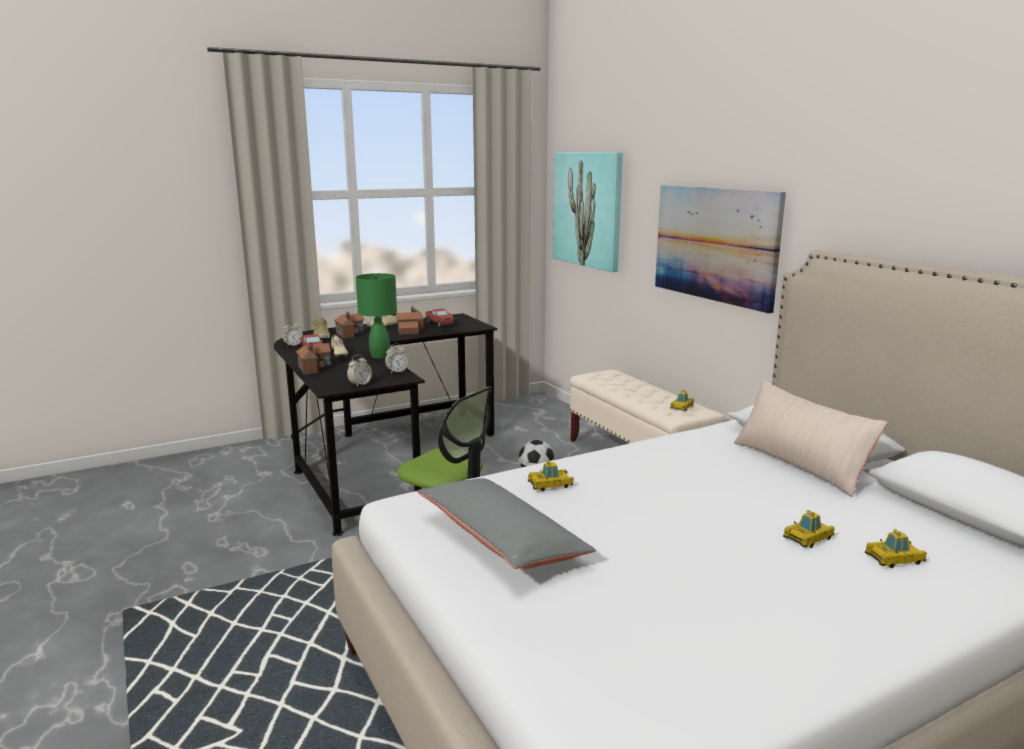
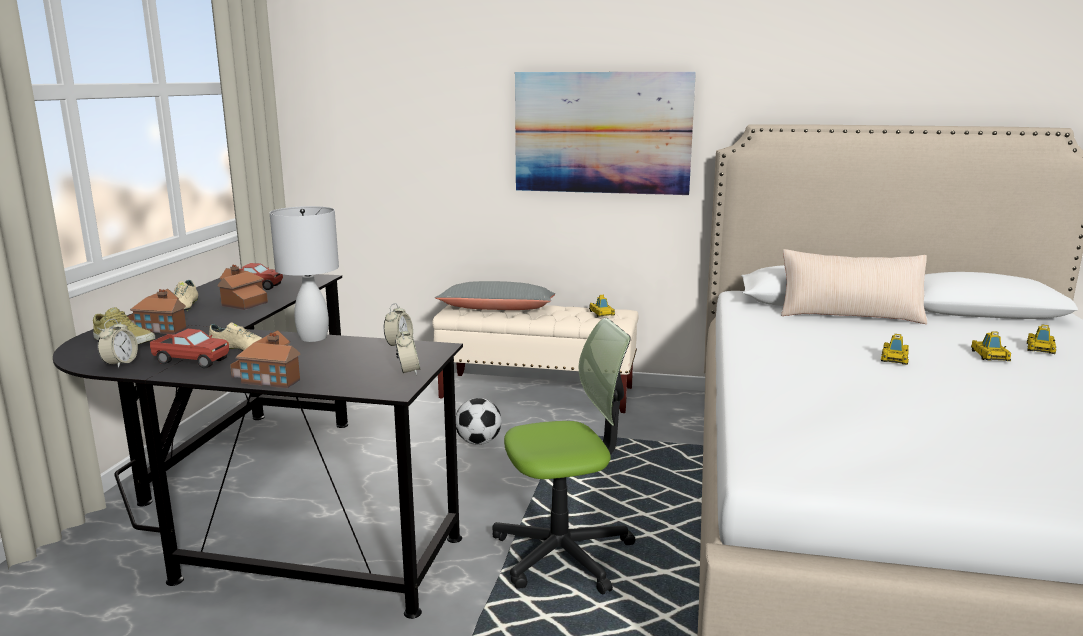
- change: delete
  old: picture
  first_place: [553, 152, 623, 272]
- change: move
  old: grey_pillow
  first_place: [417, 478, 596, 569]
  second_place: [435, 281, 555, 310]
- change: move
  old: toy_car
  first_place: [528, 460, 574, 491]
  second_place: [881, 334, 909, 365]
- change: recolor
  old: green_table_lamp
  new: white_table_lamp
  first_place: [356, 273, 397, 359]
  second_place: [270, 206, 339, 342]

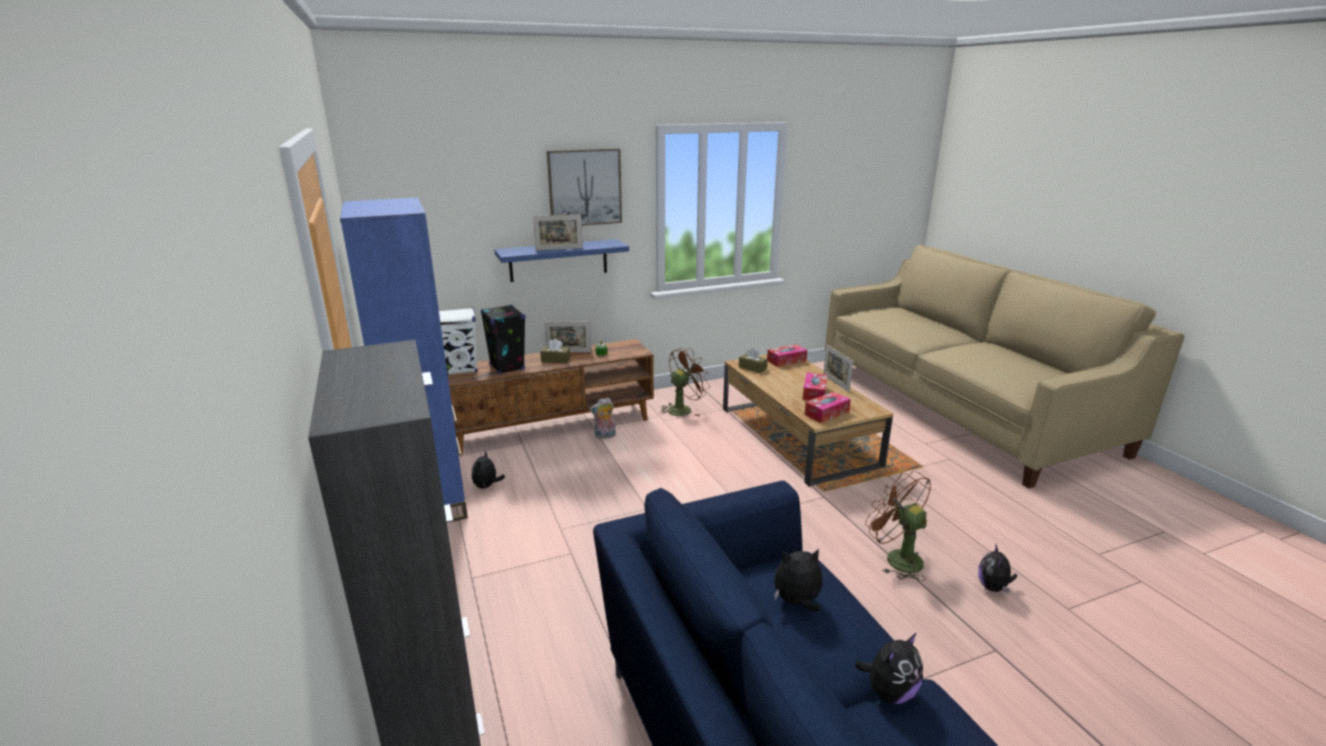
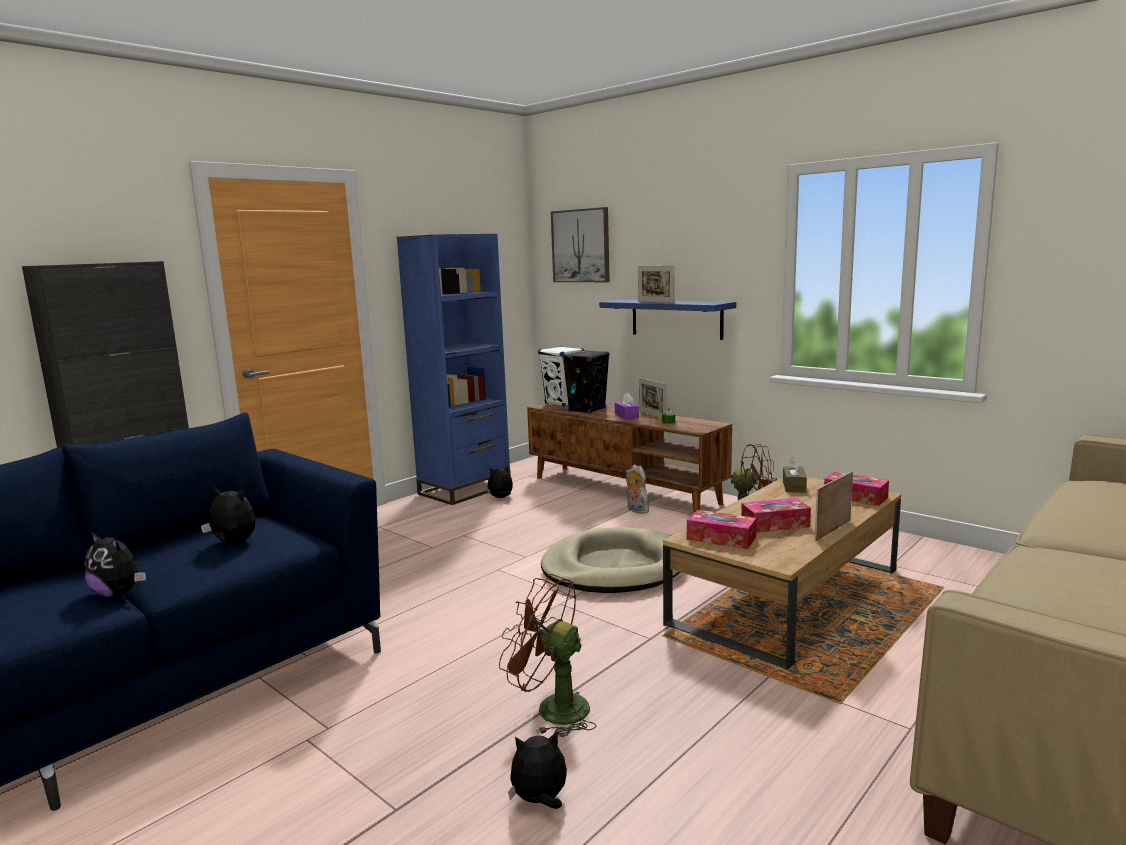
- change: insert
  new: beige_dog_bed
  second_place: [541, 527, 680, 593]
- change: move
  old: picture
  first_place: [547, 148, 622, 226]
  second_place: [551, 207, 610, 282]
- change: recolor
  old: brown_tissue_box
  new: purple_tissue_box
  first_place: [540, 339, 570, 363]
  second_place: [615, 392, 639, 419]
- change: rotate
  old: plush_toy
  first_place: [774, 549, 823, 612]
  second_place: [201, 486, 255, 543]
  degrees: -45
- change: rotate
  old: brown_fan
  first_place: [865, 471, 931, 581]
  second_place: [499, 574, 596, 737]
  degrees: -90

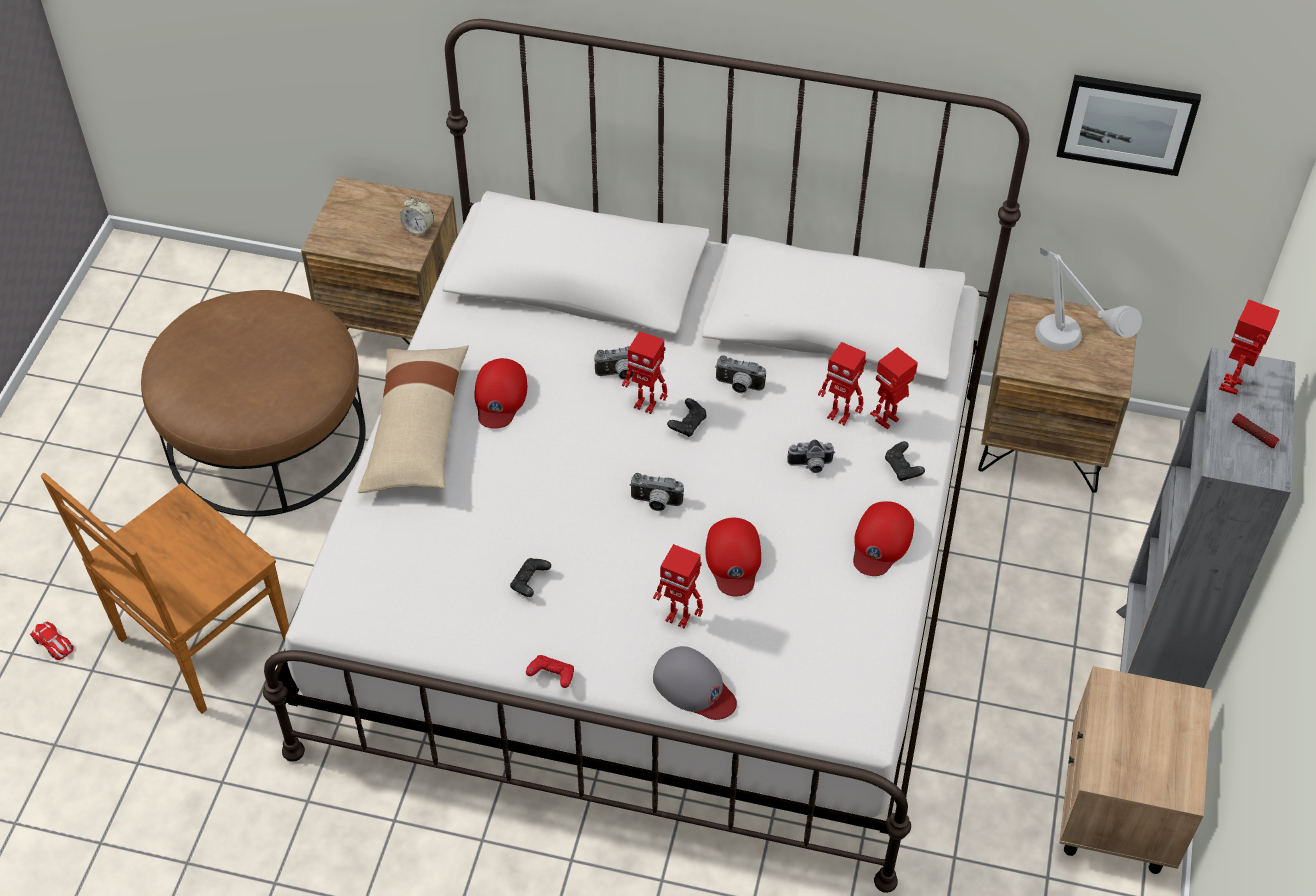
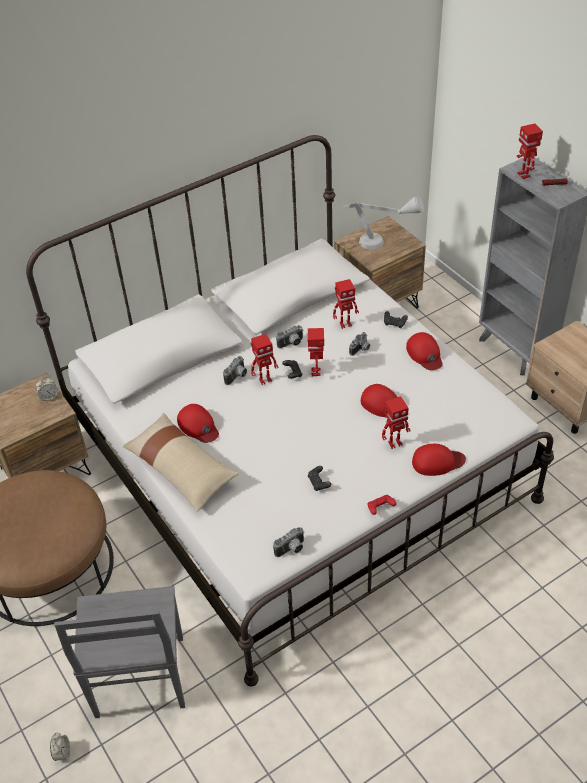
- change: delete
  old: picture
  first_place: [1056, 75, 1201, 176]
- change: move
  old: photo_camera
  first_place: [630, 473, 684, 511]
  second_place: [273, 527, 304, 557]
- change: move
  old: toy_robot
  first_place: [870, 347, 918, 429]
  second_place: [307, 328, 324, 377]
- change: replace
  old: toy_car
  new: alarm_clock
  first_place: [30, 621, 74, 660]
  second_place: [50, 733, 70, 761]
- change: recolor
  old: brown_chair
  new: grey_chair
  first_place: [41, 473, 289, 714]
  second_place: [54, 586, 185, 718]
- change: recolor
  old: grey_cap
  new: red_cap
  first_place: [653, 646, 737, 720]
  second_place: [412, 444, 466, 476]

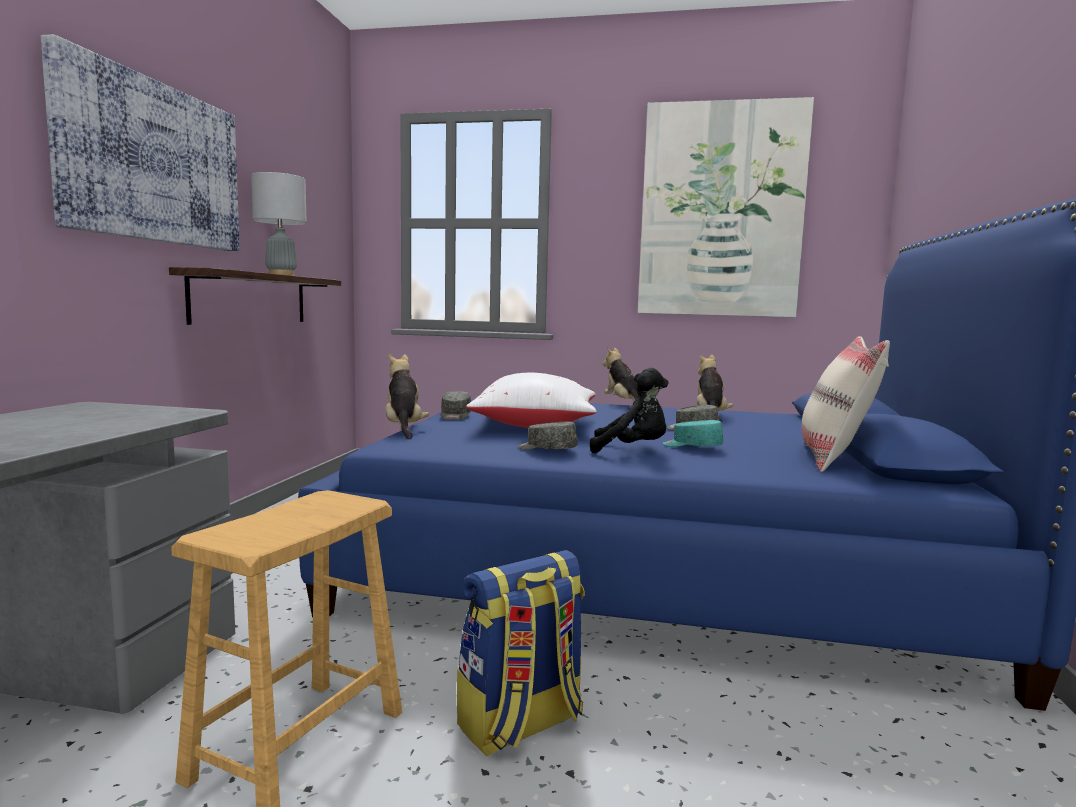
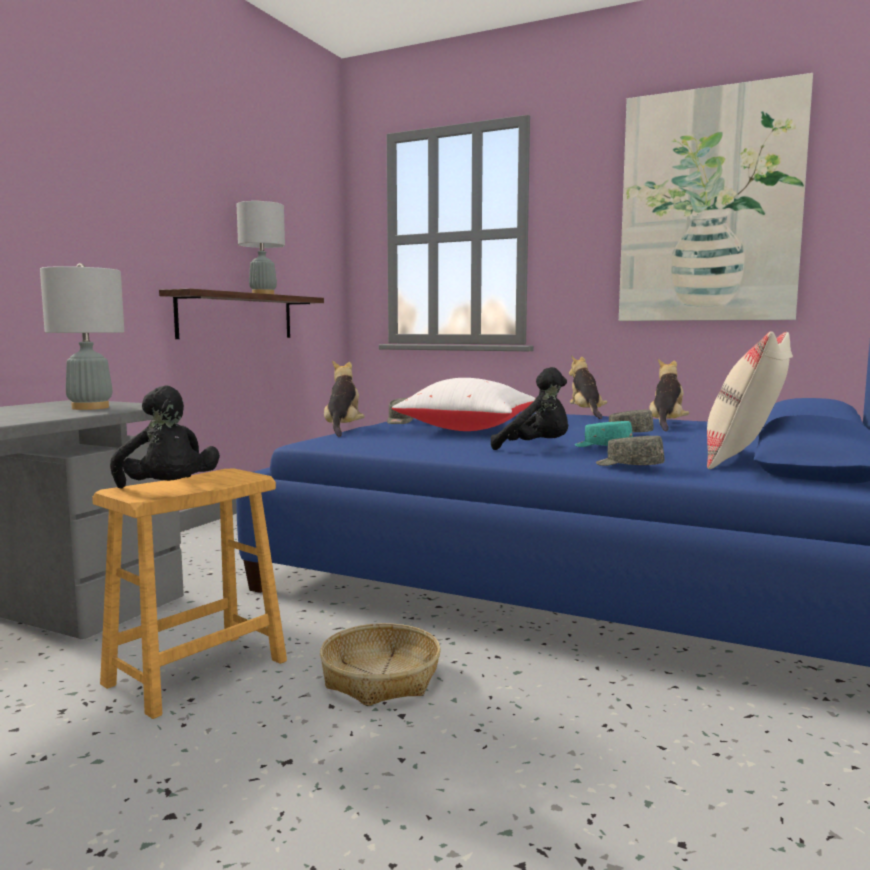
- change: delete
  old: picture
  first_place: [41, 34, 240, 251]
- change: insert
  new: grey_table_lamp
  second_place: [40, 263, 124, 410]
- change: insert
  new: black_plush_toy
  second_place: [110, 386, 220, 488]
- change: move
  old: grey_cap
  first_place: [518, 422, 578, 450]
  second_place: [596, 436, 664, 466]
- change: replace
  old: backpack
  new: basket
  first_place: [457, 550, 584, 756]
  second_place: [320, 623, 441, 706]

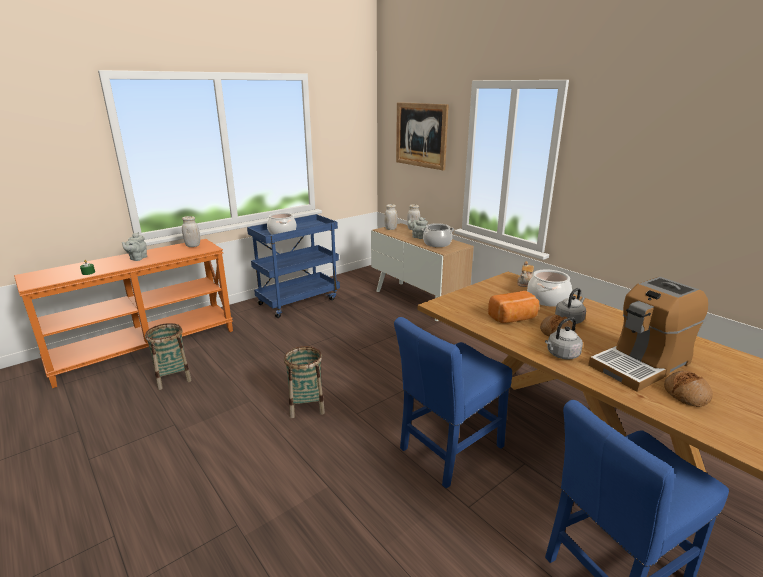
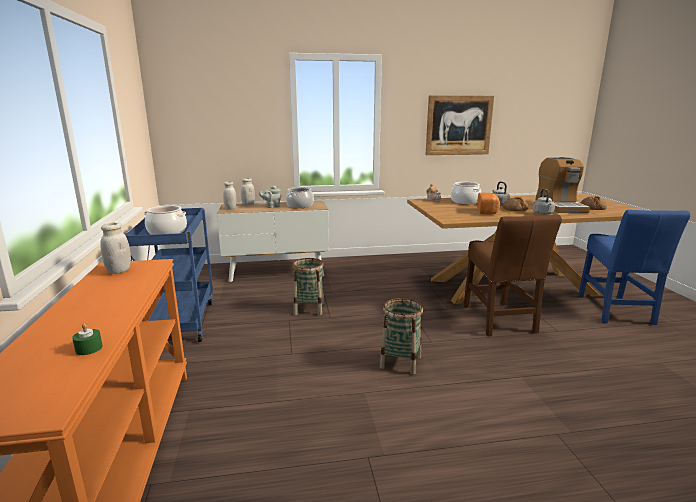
- change: delete
  old: grey_teapot
  first_place: [122, 232, 147, 261]
- change: move
  old: basket
  first_place: [145, 323, 192, 390]
  second_place: [292, 258, 324, 315]
- change: move
  old: picture
  first_place: [396, 102, 449, 171]
  second_place: [426, 95, 494, 155]
- change: recolor
  old: blue_chair
  new: brown_chair
  first_place: [394, 317, 512, 488]
  second_place: [464, 215, 562, 336]

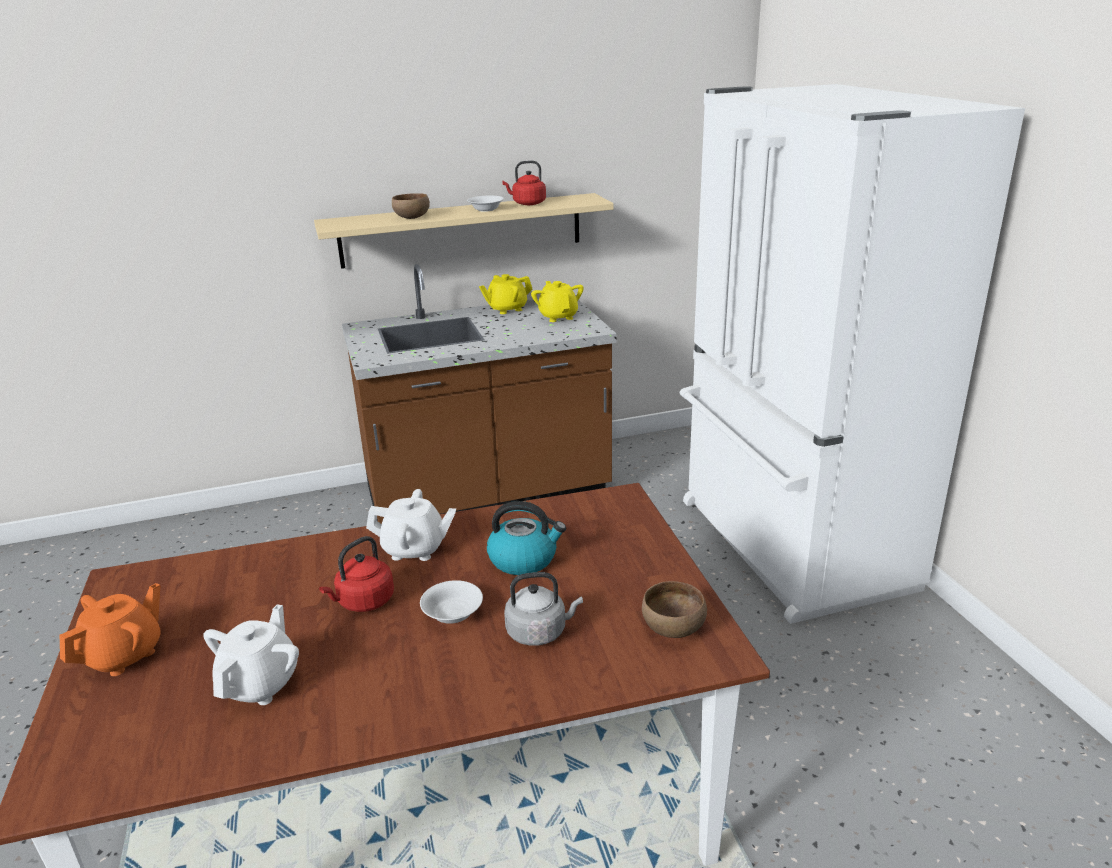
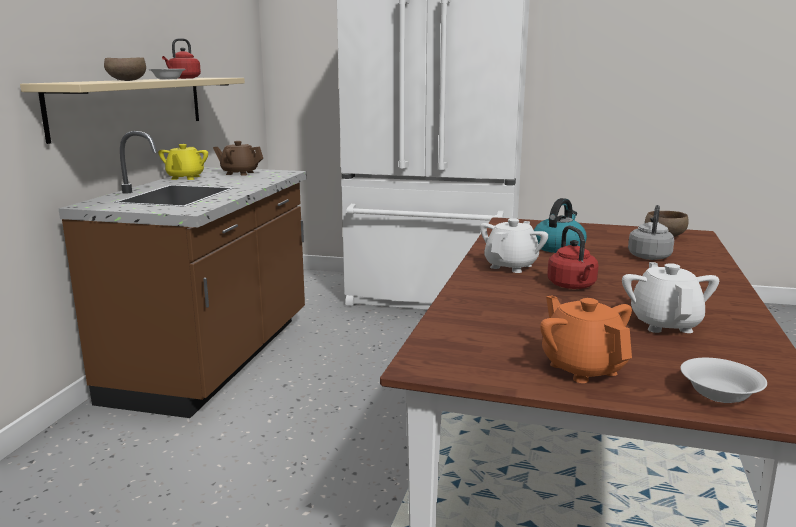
- change: move
  old: white_bowl
  first_place: [420, 580, 483, 624]
  second_place: [680, 358, 767, 403]
- change: recolor
  old: yellow_teapot
  new: brown_teapot
  first_place: [531, 281, 584, 322]
  second_place: [213, 141, 263, 176]
- change: rotate
  old: white_teapot
  first_place: [203, 604, 299, 705]
  second_place: [622, 262, 719, 333]
  degrees: 45

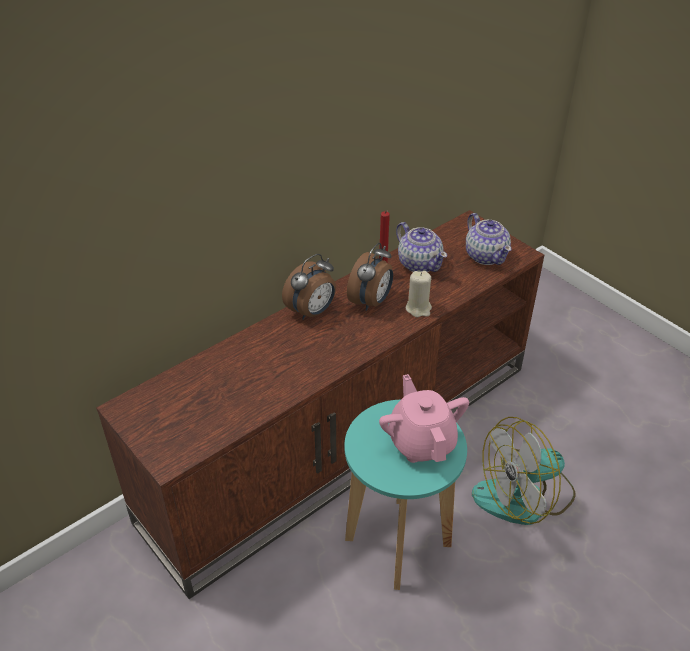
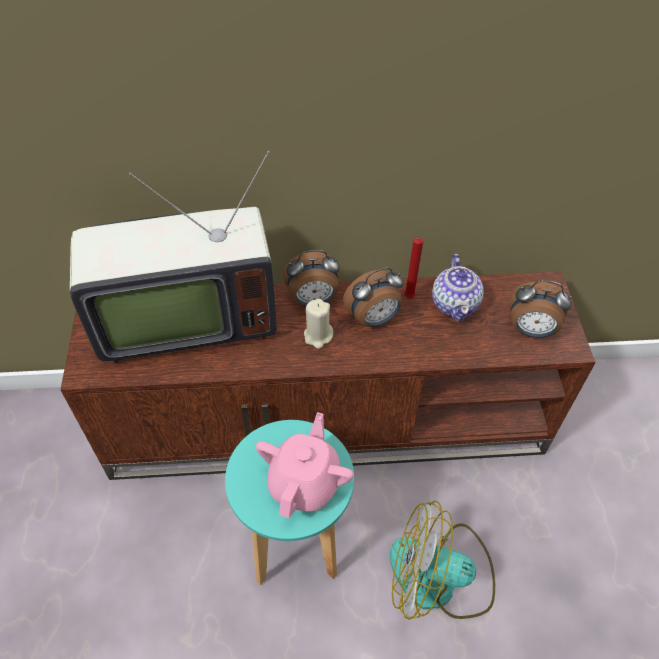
- change: insert
  new: television
  second_place: [70, 151, 277, 363]
- change: move
  old: beige_candle
  first_place: [406, 271, 432, 317]
  second_place: [304, 299, 333, 349]
- change: replace
  old: teapot
  new: alarm_clock
  first_place: [466, 213, 512, 265]
  second_place: [509, 280, 572, 338]

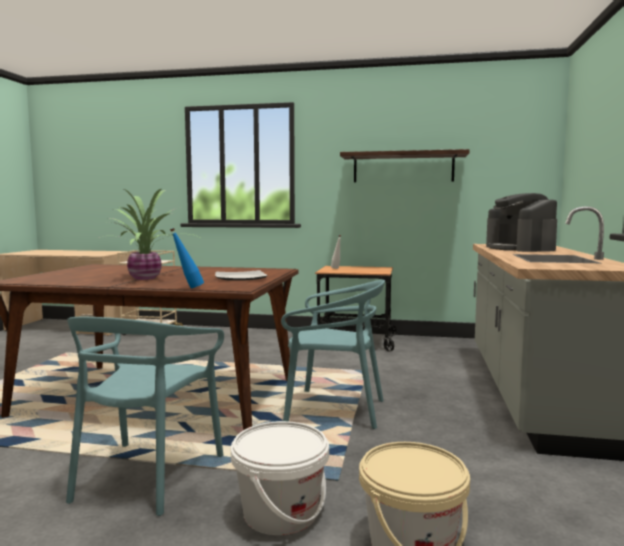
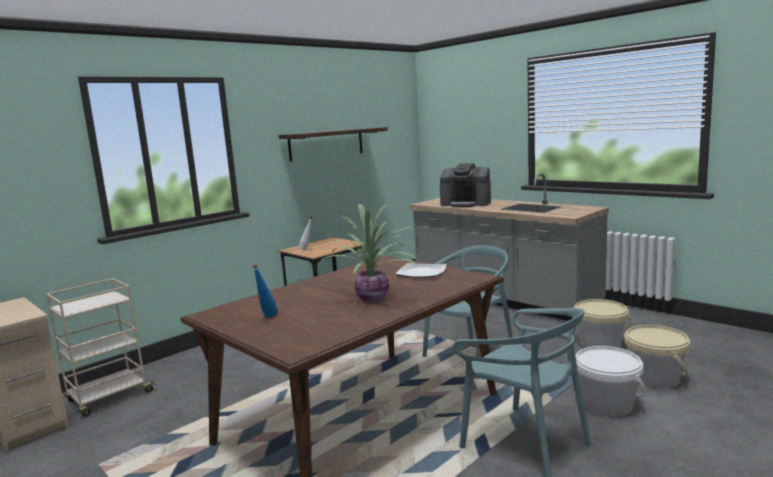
- change: insert
  new: beige_bucket
  second_place: [574, 299, 631, 348]
- change: move
  old: blue_bottle
  first_place: [170, 228, 204, 288]
  second_place: [252, 264, 278, 317]

